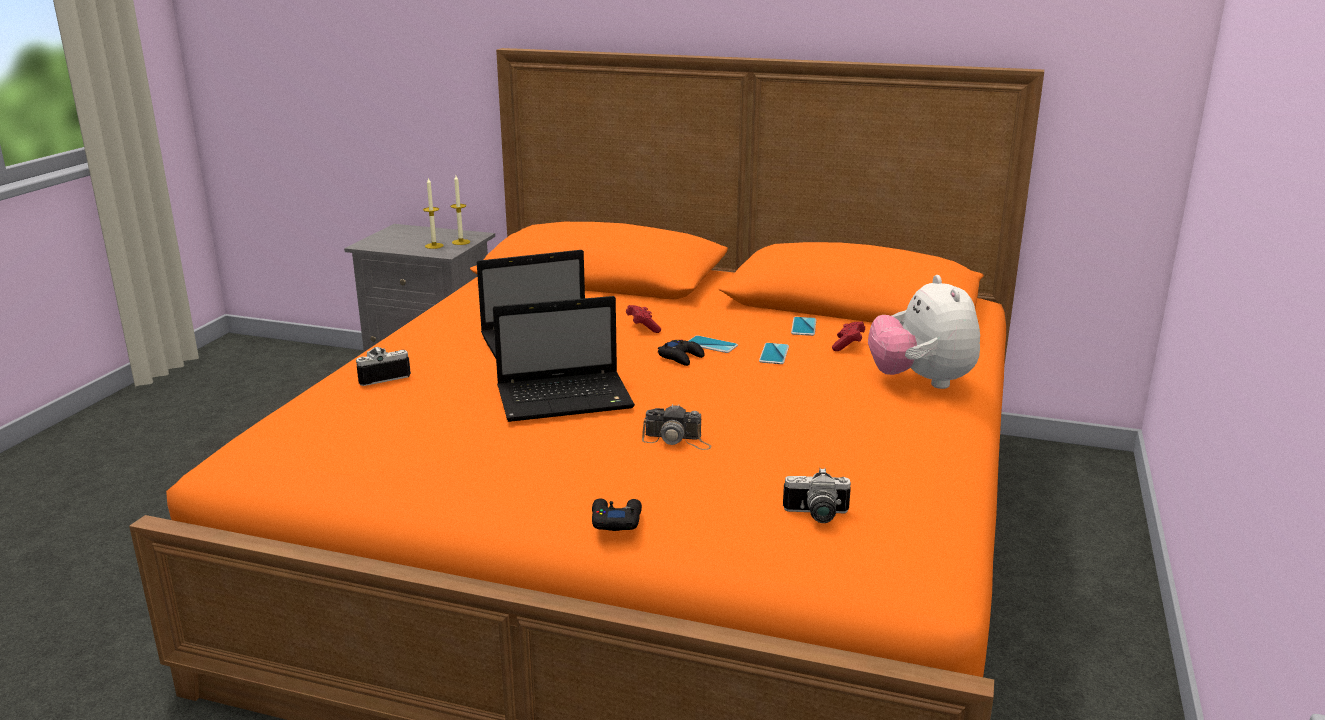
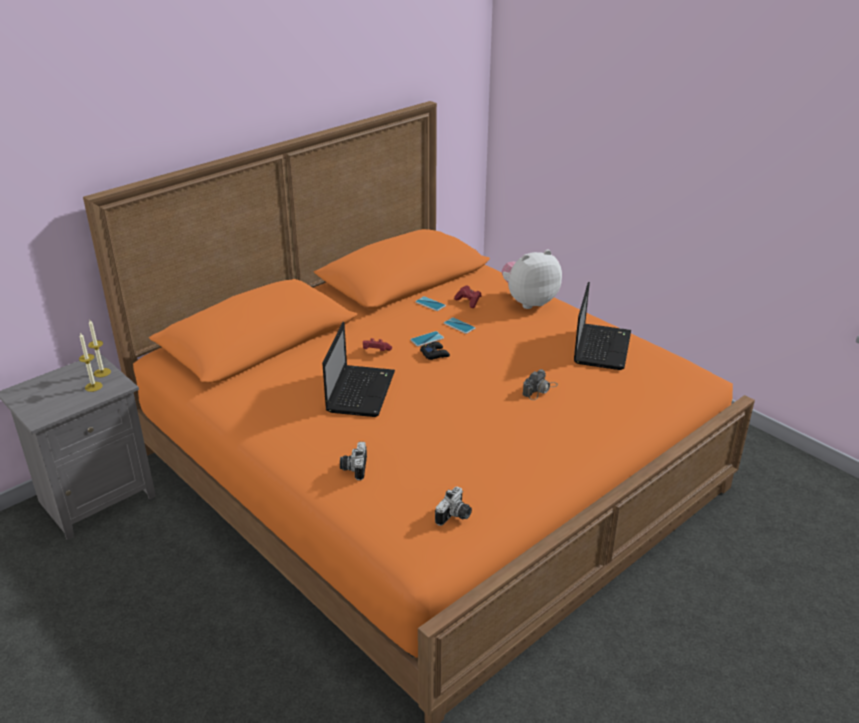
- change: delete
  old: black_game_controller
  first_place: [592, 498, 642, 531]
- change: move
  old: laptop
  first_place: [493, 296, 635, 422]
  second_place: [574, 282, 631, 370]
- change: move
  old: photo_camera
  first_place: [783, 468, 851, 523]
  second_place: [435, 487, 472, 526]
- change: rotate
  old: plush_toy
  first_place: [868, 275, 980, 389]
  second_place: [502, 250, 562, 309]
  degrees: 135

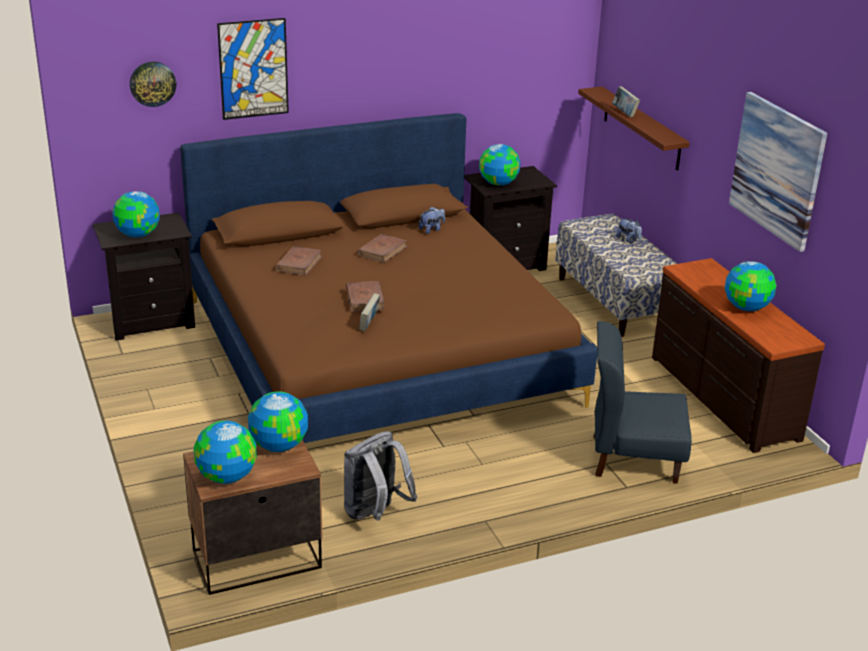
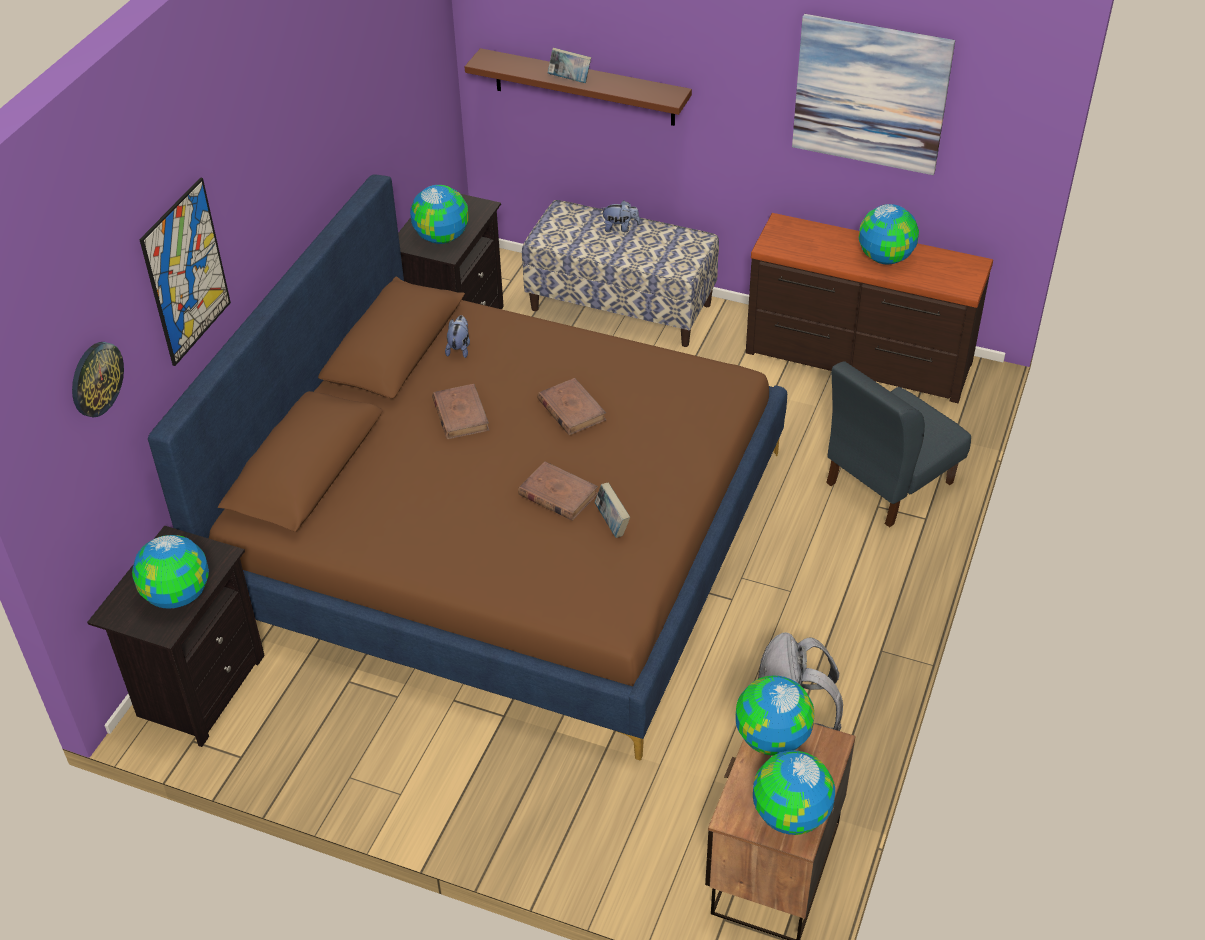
- change: move
  old: brown_book
  first_place: [275, 246, 322, 276]
  second_place: [537, 378, 606, 435]

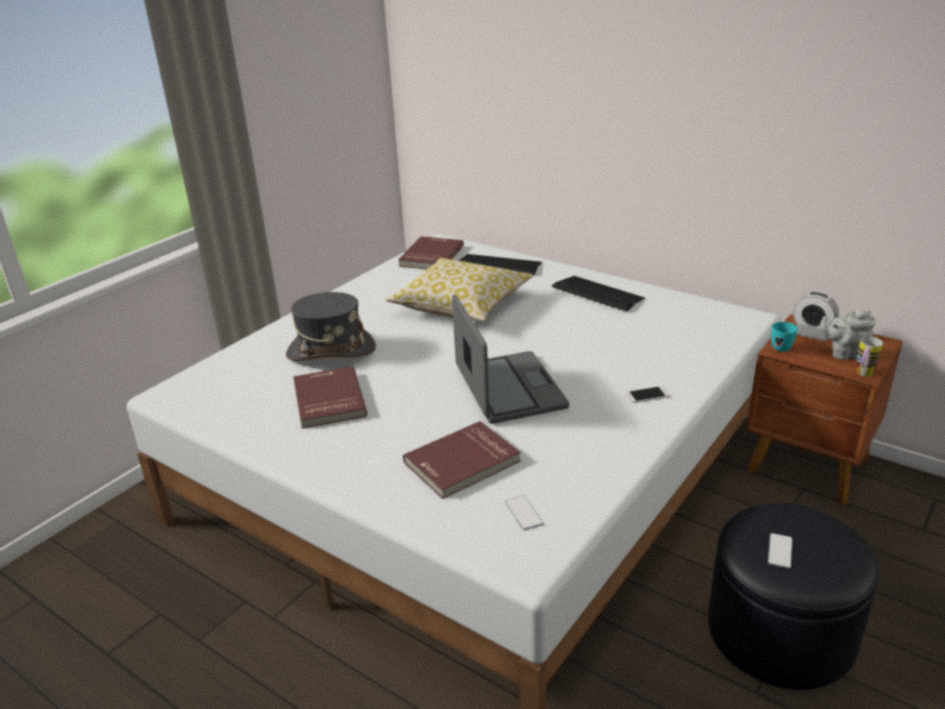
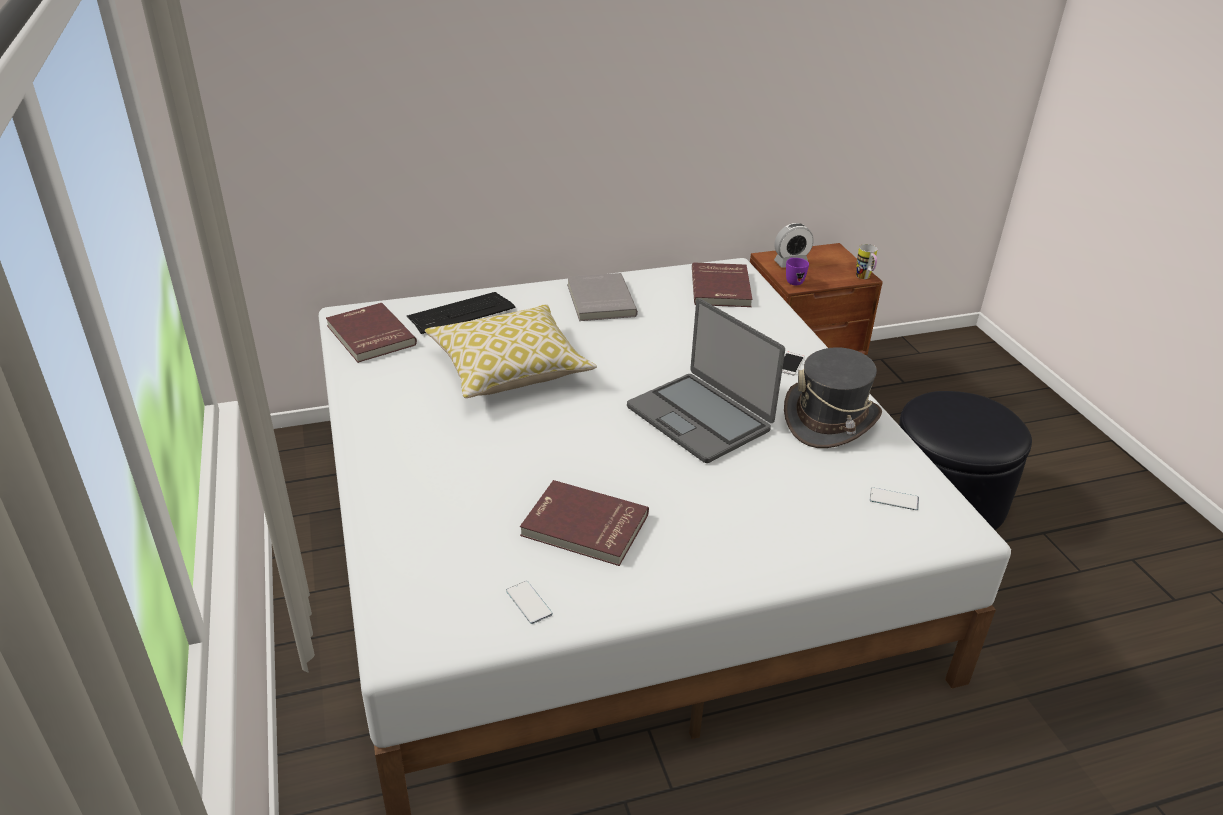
- change: delete
  old: grey_teapot
  first_place: [820, 310, 876, 360]
- change: move
  old: grey_hat
  first_place: [286, 292, 376, 361]
  second_place: [784, 347, 882, 448]
- change: move
  old: red_book
  first_place: [403, 421, 521, 499]
  second_place: [692, 263, 752, 307]
- change: move
  old: phone
  first_place: [768, 533, 792, 569]
  second_place: [506, 581, 553, 624]
- change: replace
  old: keyboard
  new: grey_book
  first_place: [552, 276, 645, 311]
  second_place: [567, 273, 638, 321]
- change: recolor
  old: turquoise_mug
  new: purple_mug
  first_place: [771, 322, 797, 352]
  second_place: [786, 258, 809, 285]
- change: rotate
  old: laptop
  first_place: [452, 294, 569, 424]
  second_place: [627, 298, 785, 463]
  degrees: -150

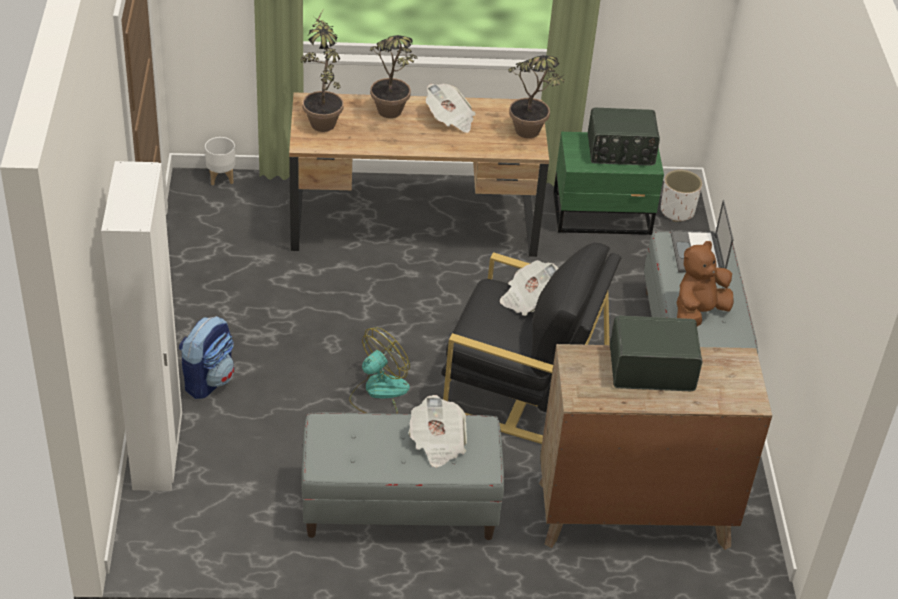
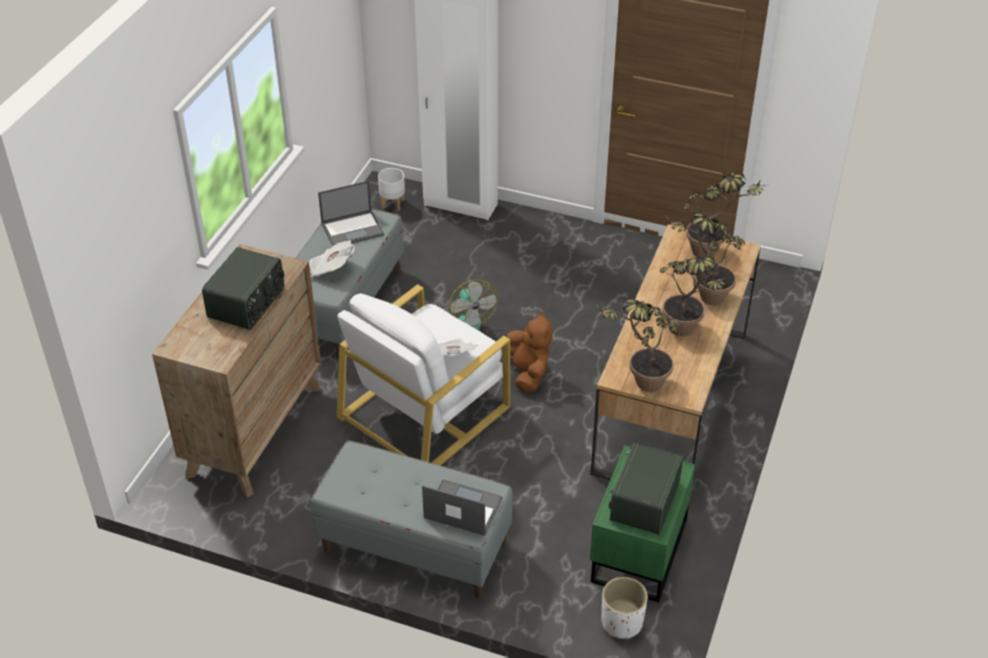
- change: delete
  old: backpack
  first_place: [179, 316, 234, 399]
- change: insert
  new: laptop
  second_place: [318, 181, 384, 246]
- change: move
  old: white_planter
  first_place: [205, 137, 236, 185]
  second_place: [378, 168, 405, 211]
- change: move
  old: brown_plush_toy
  first_place: [677, 241, 734, 327]
  second_place: [501, 312, 552, 392]
- change: replace
  old: newspaper
  new: potted_plant
  first_place: [426, 84, 475, 133]
  second_place: [660, 257, 726, 337]
- change: recolor
  old: black_armchair
  new: white_armchair
  first_place: [441, 243, 621, 444]
  second_place: [337, 284, 510, 466]

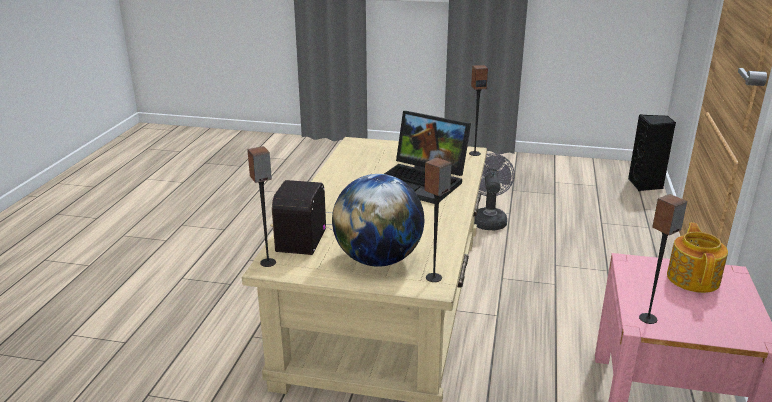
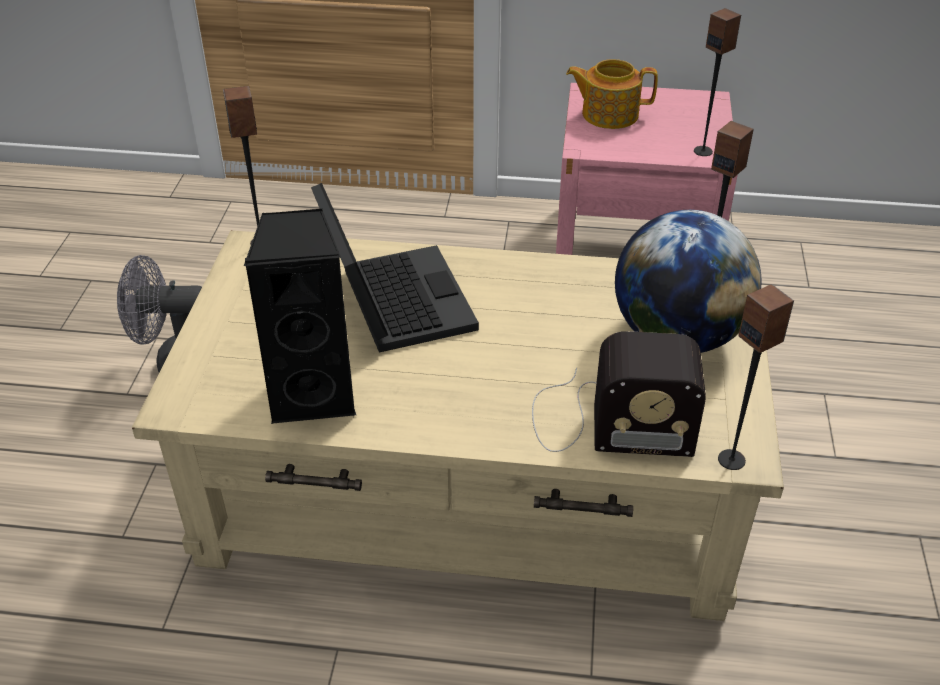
- change: move
  old: black_speaker
  first_place: [628, 114, 676, 191]
  second_place: [244, 209, 356, 425]
- change: rotate
  old: laptop
  first_place: [384, 111, 471, 204]
  second_place: [311, 183, 479, 353]
  degrees: -45

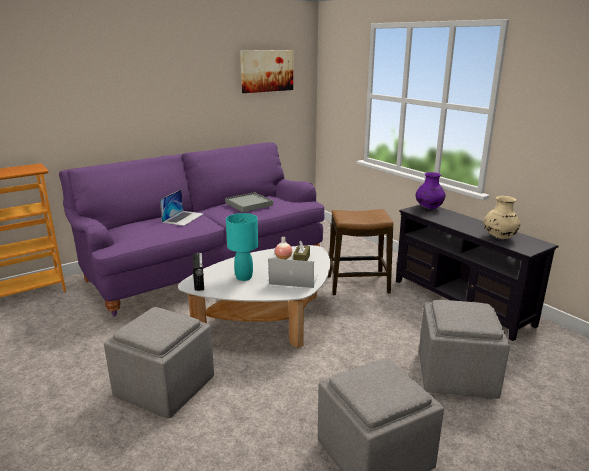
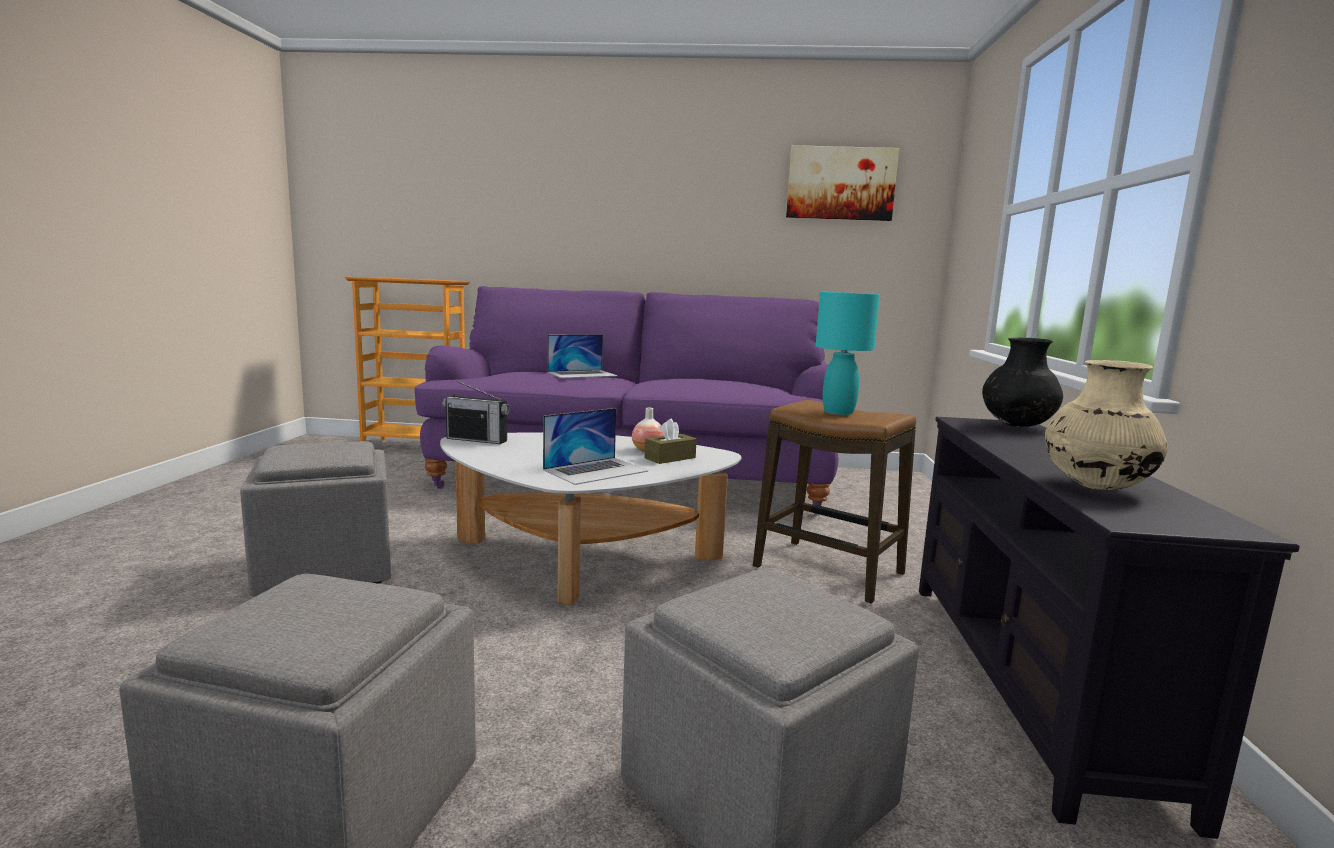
- change: delete
  old: grey_tray
  first_place: [225, 192, 273, 212]
- change: move
  old: turquoise_table_lamp
  first_place: [226, 213, 258, 281]
  second_place: [816, 292, 880, 415]
- change: recolor
  old: purple_vase
  new: black_vase
  first_place: [416, 172, 446, 209]
  second_place: [982, 338, 1063, 427]
- change: rotate
  old: radio
  first_place: [192, 252, 204, 291]
  second_place: [442, 379, 510, 444]
  degrees: 75
- change: rotate
  old: laptop
  first_place: [269, 258, 318, 288]
  second_place: [543, 408, 648, 485]
  degrees: 90

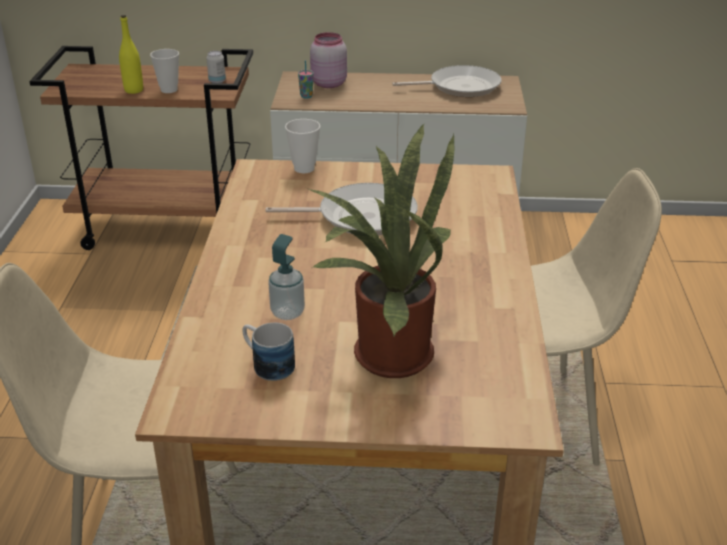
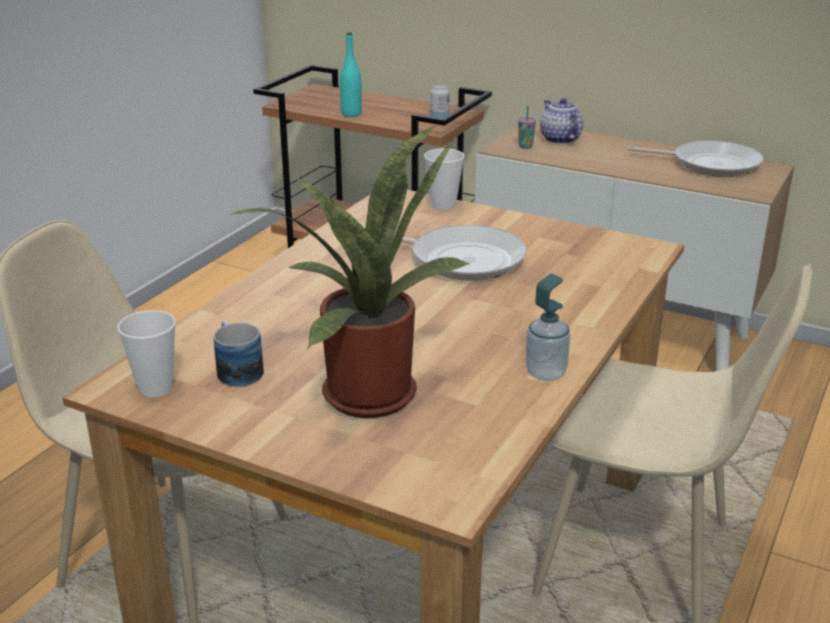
- change: move
  old: cup
  first_place: [150, 49, 179, 93]
  second_place: [117, 310, 176, 397]
- change: move
  old: soap_dispenser
  first_place: [269, 234, 305, 320]
  second_place: [525, 274, 570, 381]
- change: replace
  old: pink_jar
  new: teapot
  first_place: [310, 32, 347, 88]
  second_place: [540, 98, 583, 144]
- change: recolor
  old: yellow_bottle
  new: turquoise_bottle
  first_place: [119, 15, 143, 94]
  second_place: [340, 32, 362, 117]

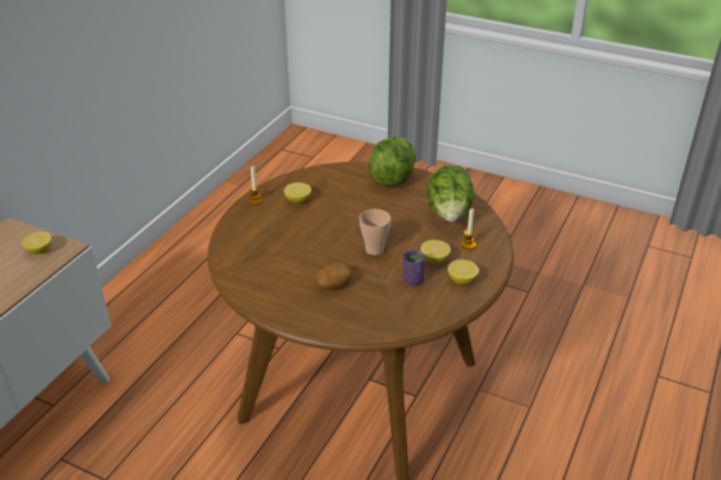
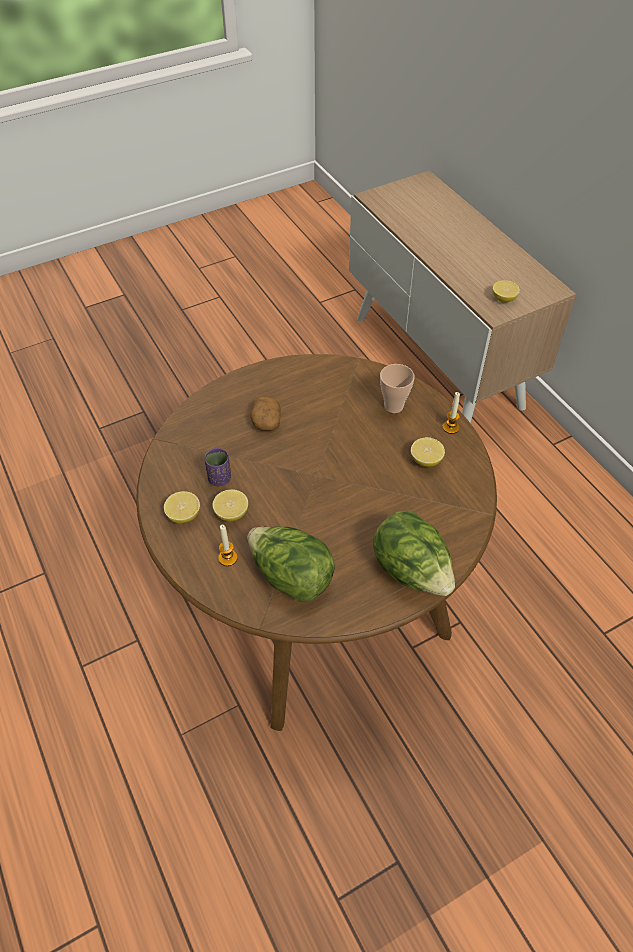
- change: move
  old: cup
  first_place: [359, 209, 391, 255]
  second_place: [380, 364, 415, 413]

